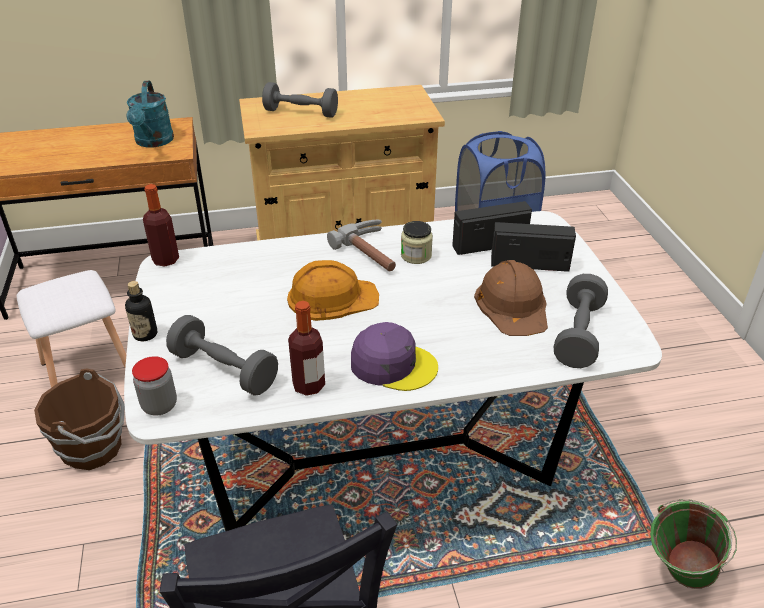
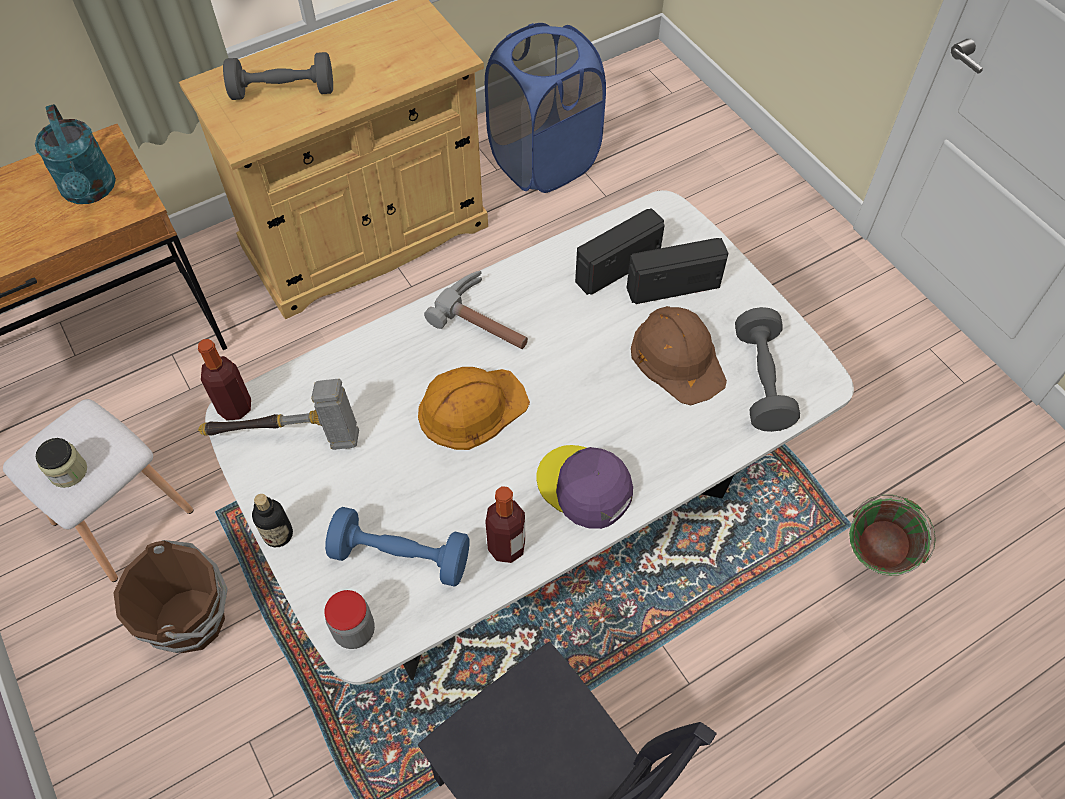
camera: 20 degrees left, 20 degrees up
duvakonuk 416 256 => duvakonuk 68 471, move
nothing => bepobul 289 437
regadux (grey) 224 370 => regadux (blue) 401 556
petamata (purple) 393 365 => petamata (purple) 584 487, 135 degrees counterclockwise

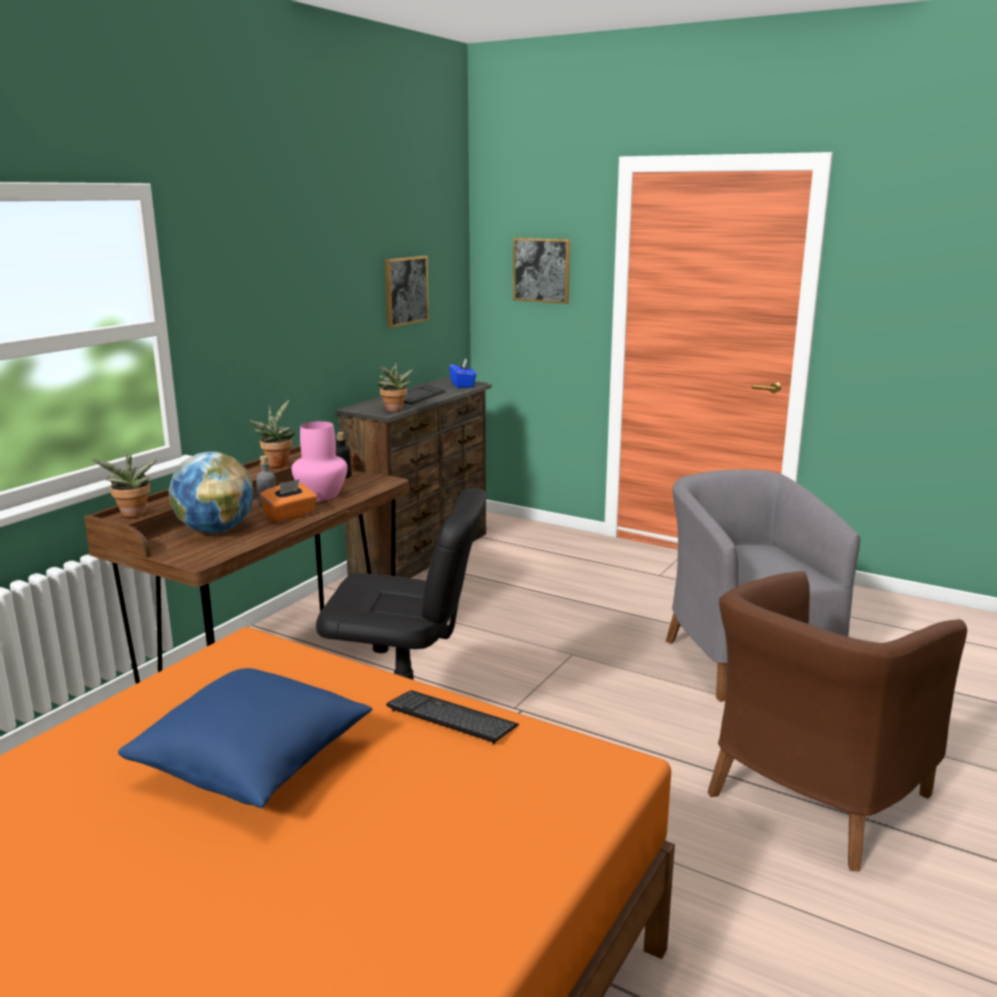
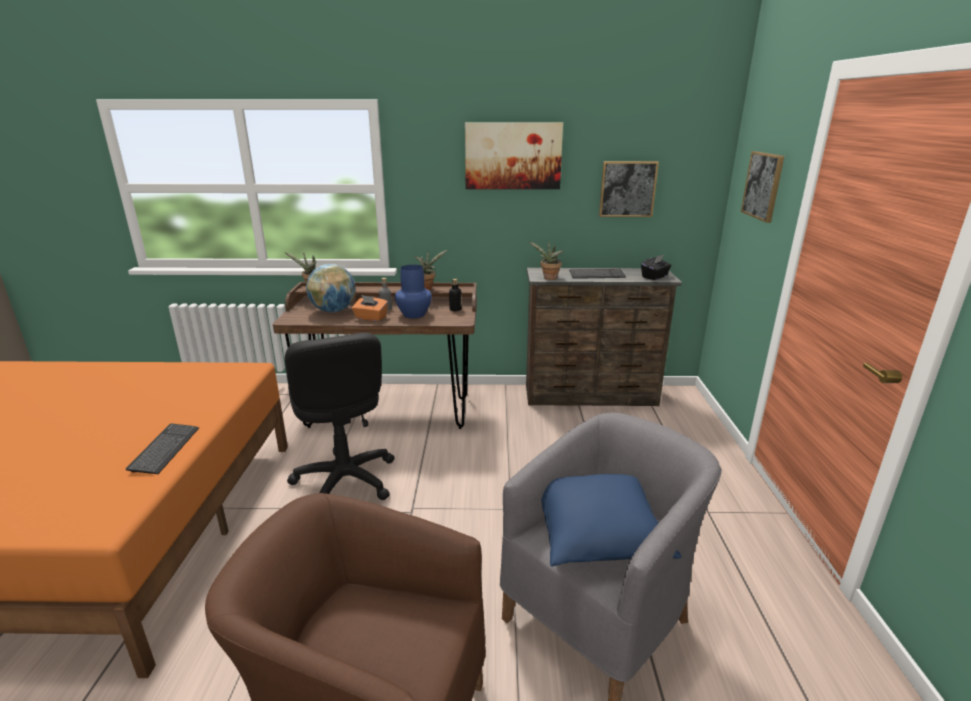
camera: 60 degrees right, 5 degrees up
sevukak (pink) 322 495 => sevukak (blue) 414 315
nothing => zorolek 513 156
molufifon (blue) 254 763 => molufifon (blue) 598 537, move
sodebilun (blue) 463 385 => sodebilun (black) 655 277

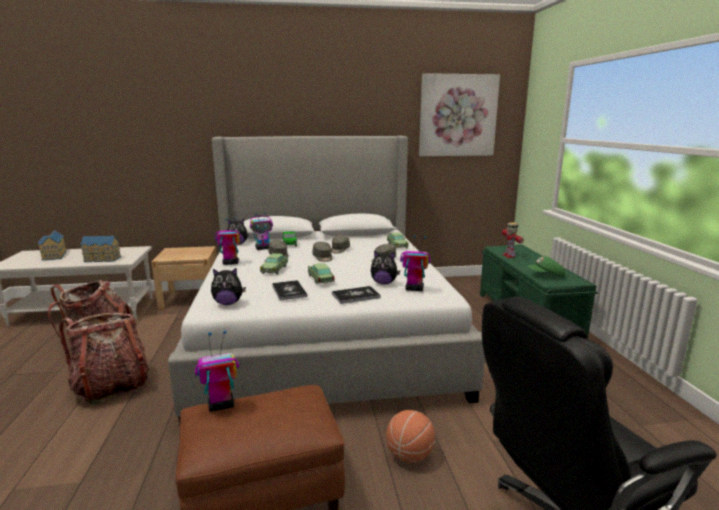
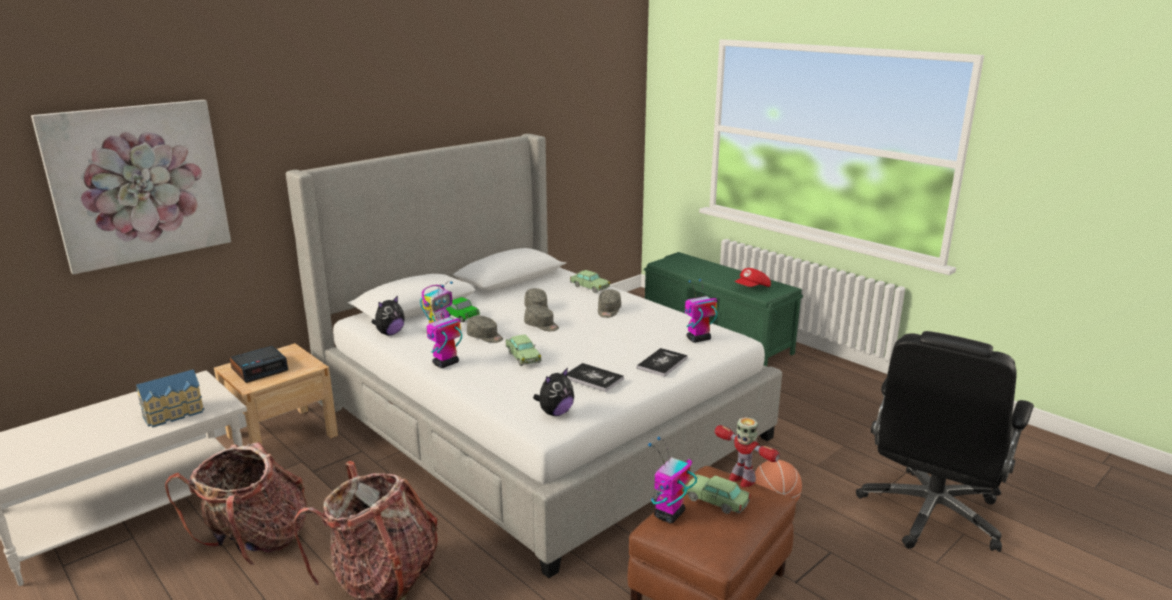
camera: 35 degrees left, 5 degrees up
zorolek 458 115 => zorolek 139 183, move
nothing => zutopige 260 369
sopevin 320 279 => sopevin 716 501, move
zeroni 509 256 => zeroni 741 479, move
petamata (green) 546 276 => petamata (red) 752 288
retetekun 53 256 => nothing
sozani 384 283 => nothing

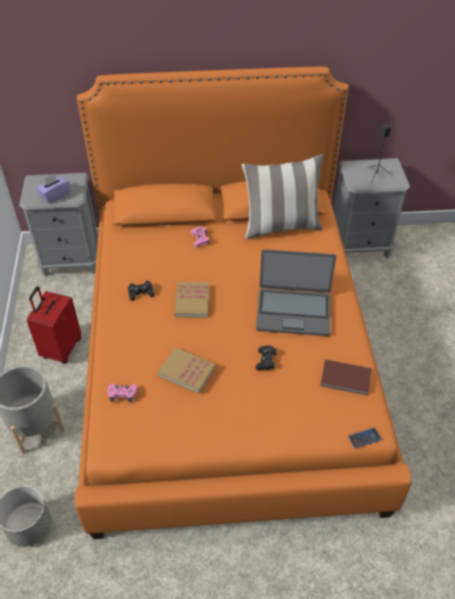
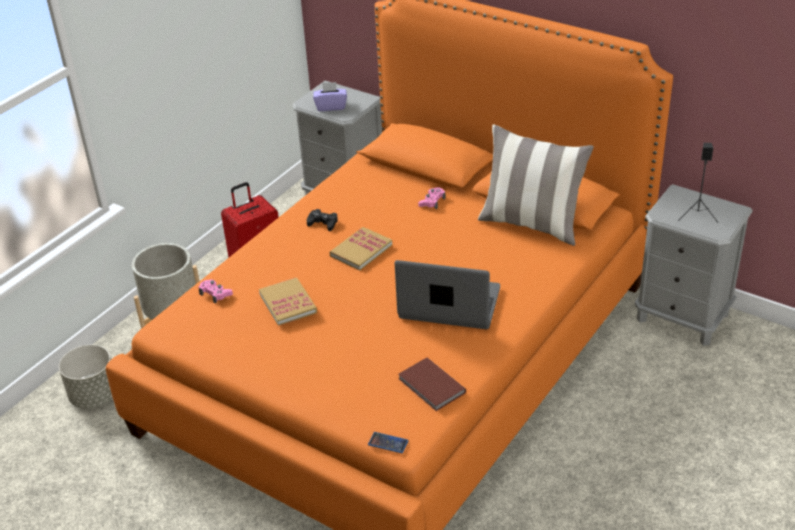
camera: 40 degrees right, 10 degrees down
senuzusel 293 311 => senuzusel 449 304, 150 degrees clockwise
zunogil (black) 266 360 => nothing

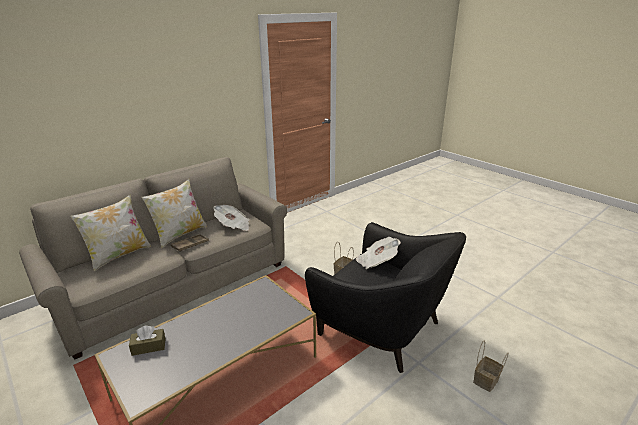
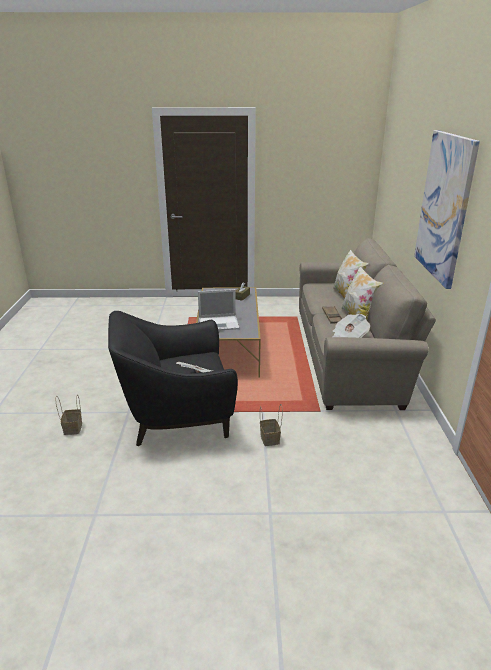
camera: 130 degrees right, 0 degrees up
nothing => senuzusel 219 323
nothing => zorolek 444 207

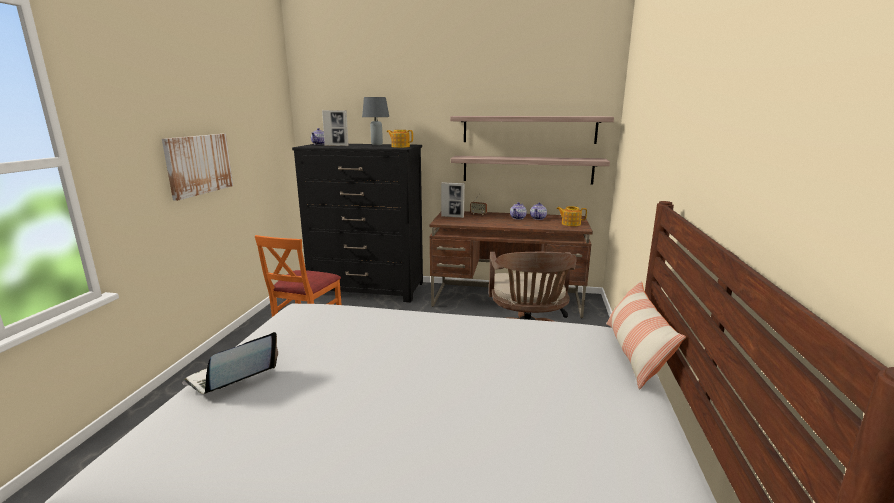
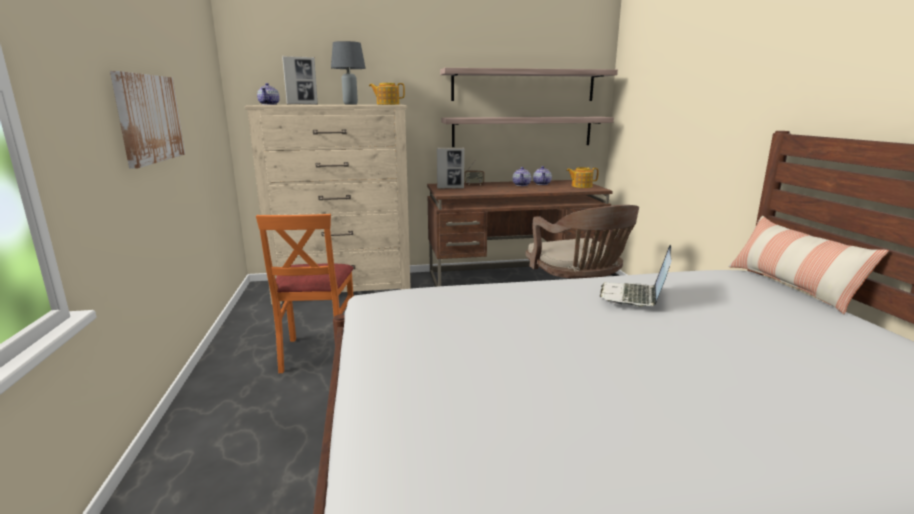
camera: 20 degrees left, 0 degrees up
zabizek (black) 367 289 => zabizek (beige) 344 288
senuzusel 232 378 => senuzusel 634 297, move

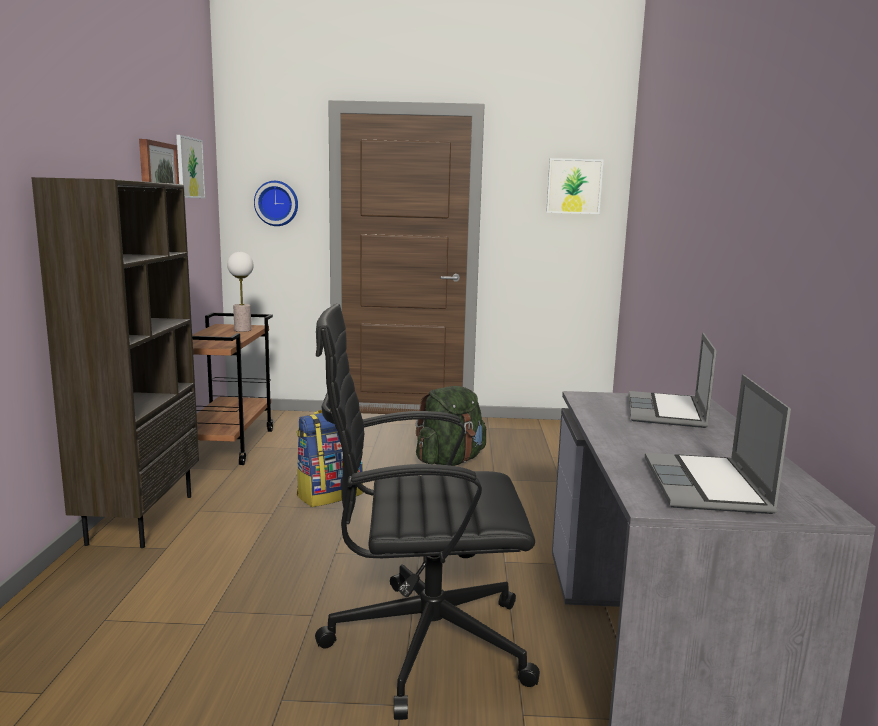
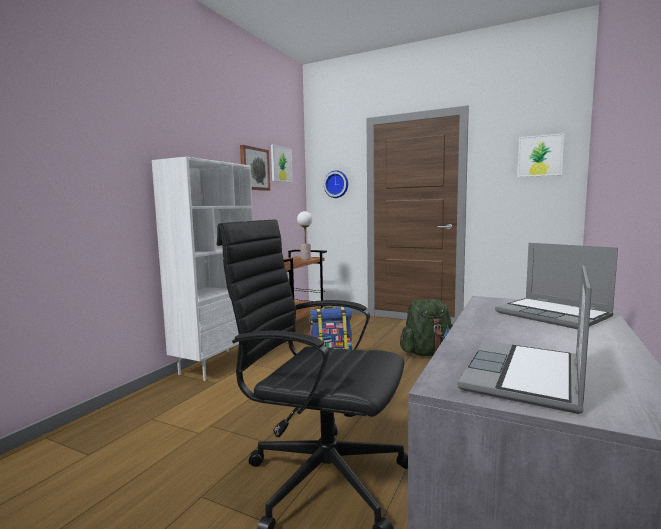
camera: 25 degrees right, 5 degrees down
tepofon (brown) 140 518 => tepofon (white) 216 364
senuzusel 667 412 => senuzusel 554 315, 75 degrees counterclockwise

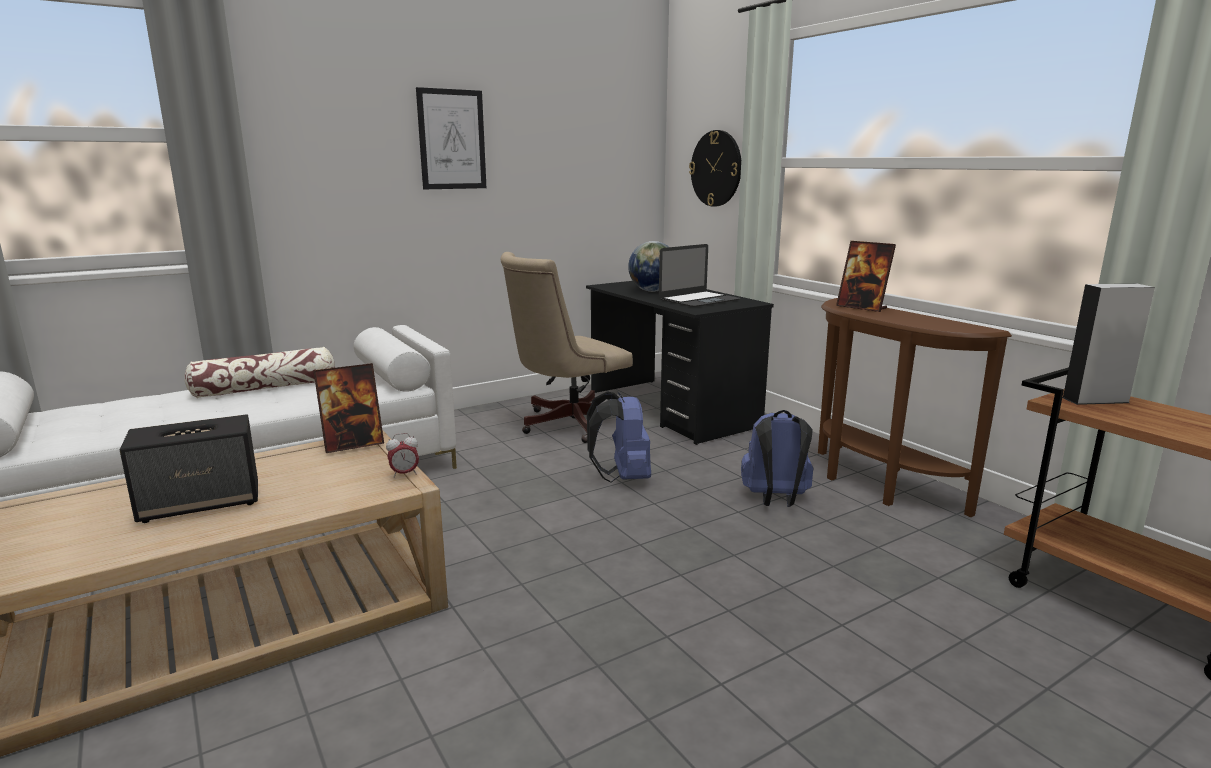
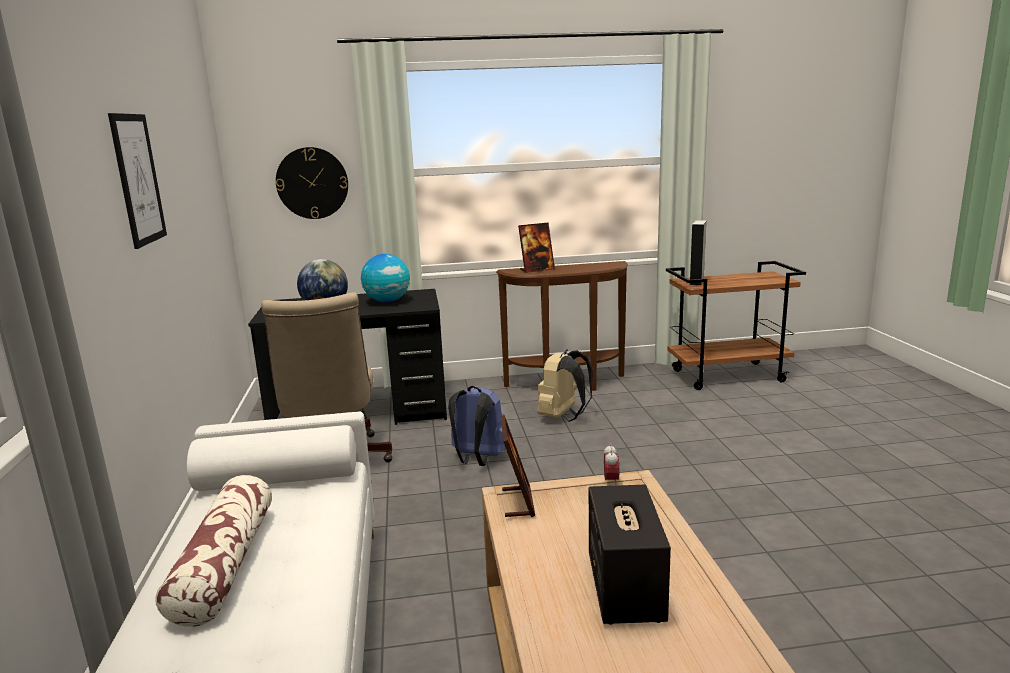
camera: 65 degrees left, 0 degrees up
senuzusel 699 299 => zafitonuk 387 301
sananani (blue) 775 500 => sananani (beige) 563 417

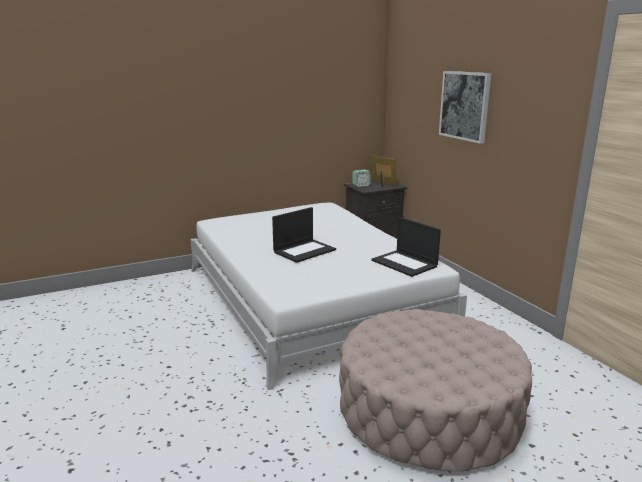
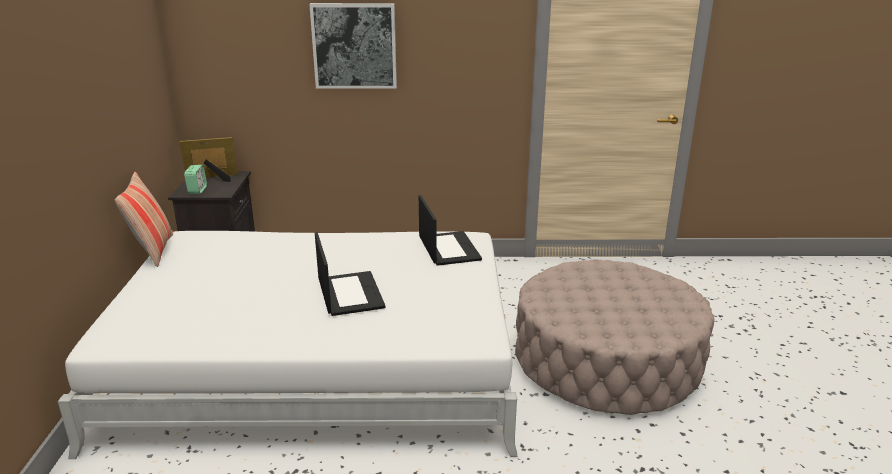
camera: 65 degrees left, 5 degrees up
nothing => molufifon 153 250
senuzusel 405 263 => senuzusel 448 248, 90 degrees counterclockwise

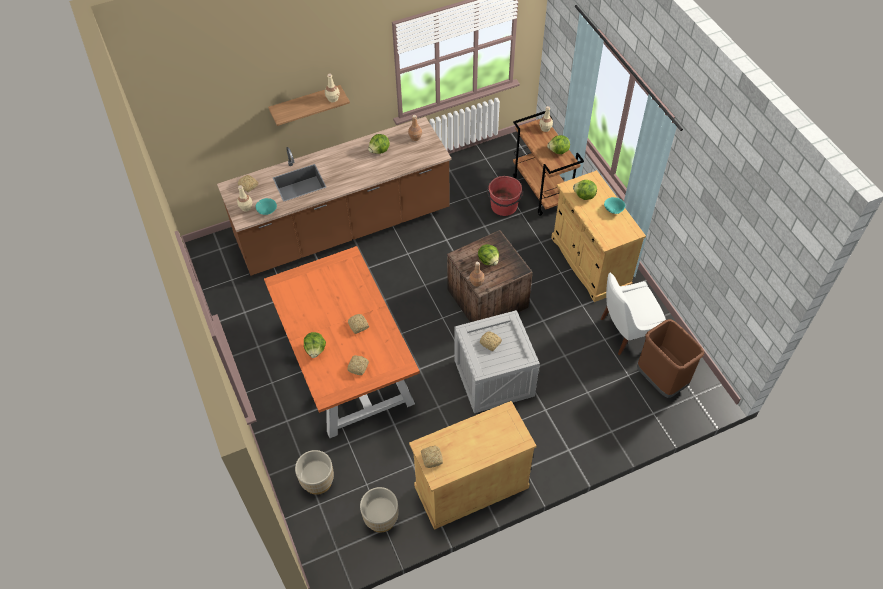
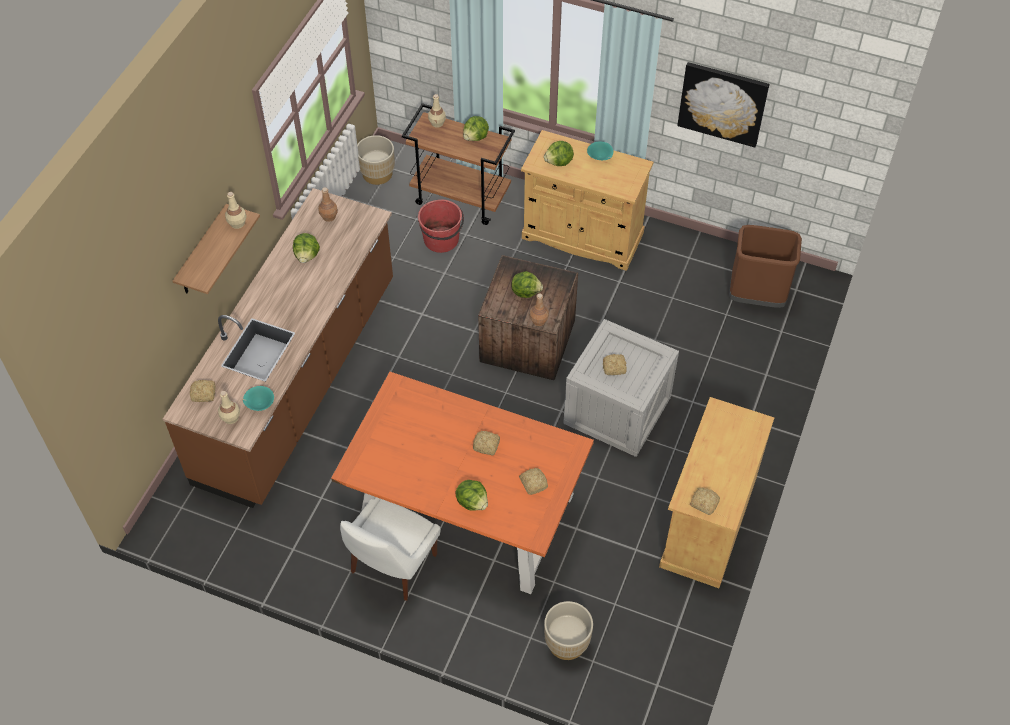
camera: 45 degrees left, 0 degrees up
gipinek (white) 626 332 => gipinek (white) 391 566, move
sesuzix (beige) 381 518 => sesuzix (beige) 377 174, move
nothing => zorolek 722 103

